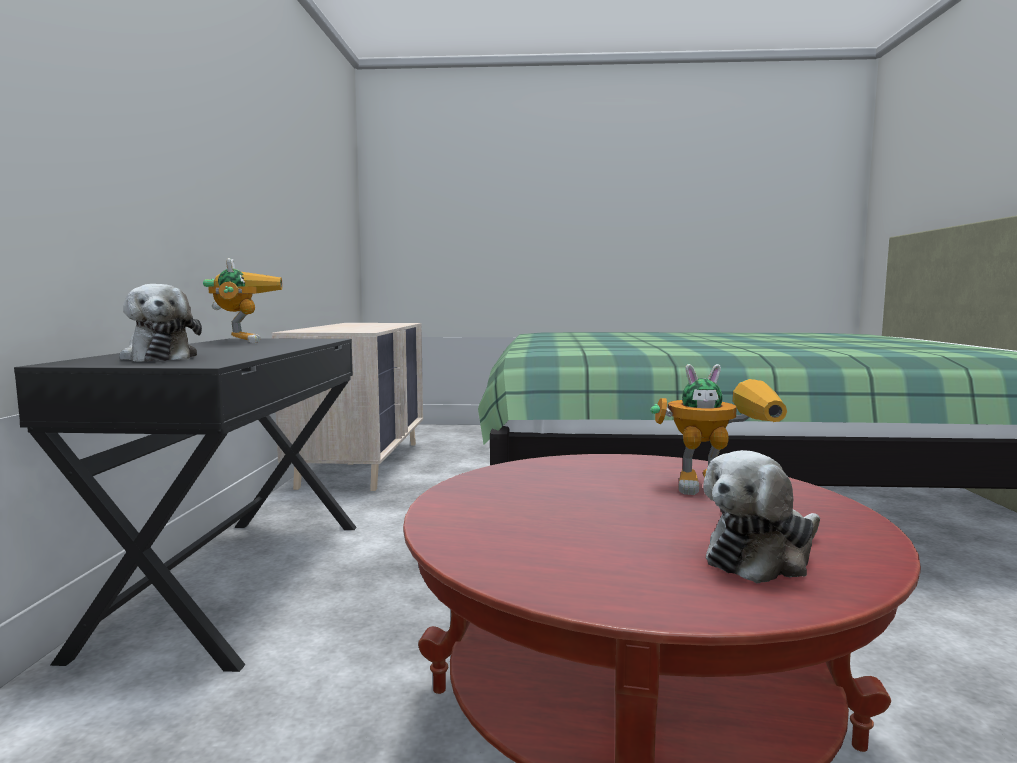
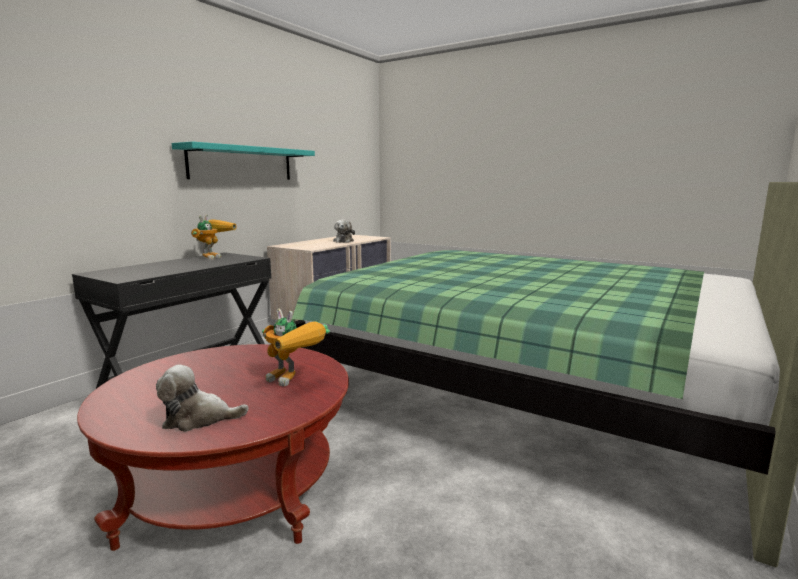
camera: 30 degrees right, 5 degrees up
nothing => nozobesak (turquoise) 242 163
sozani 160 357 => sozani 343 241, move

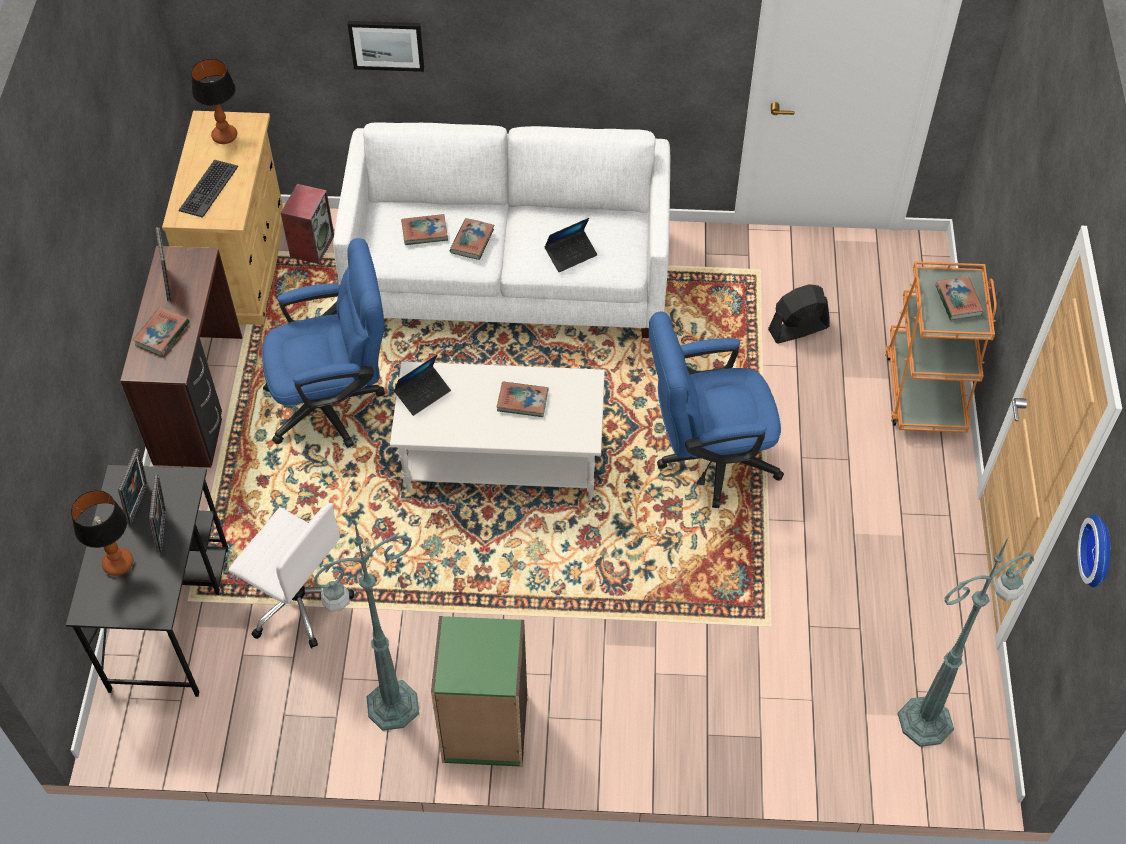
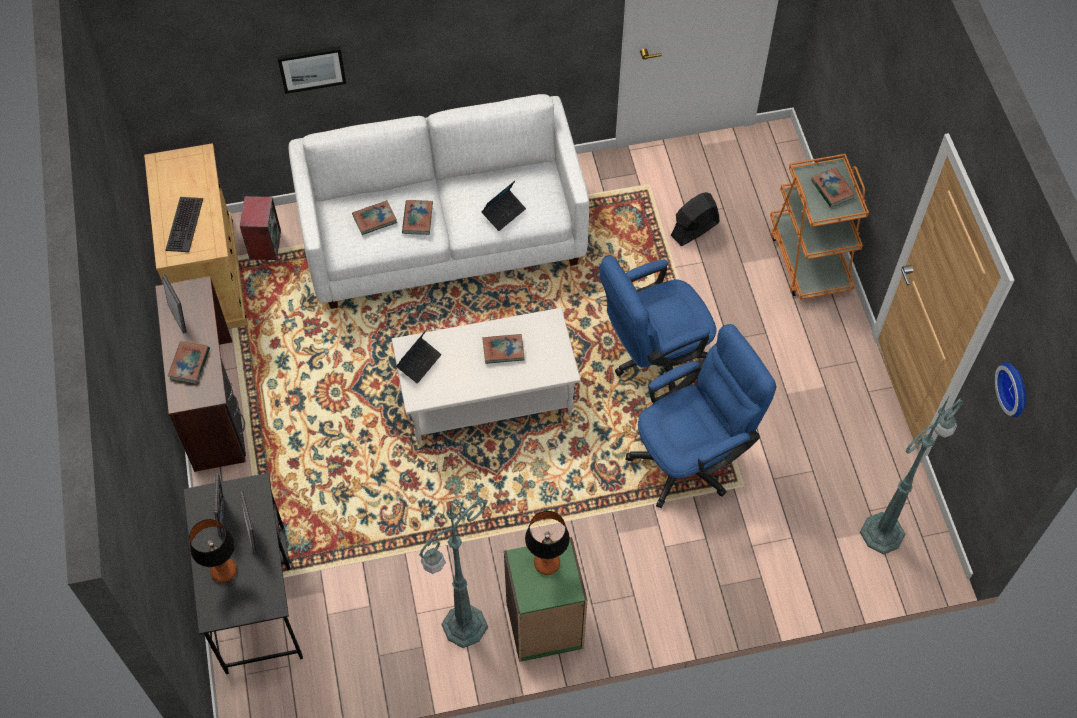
camera: 15 degrees left, 5 degrees up
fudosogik 225 136 => fudosogik 547 563, move
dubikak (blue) 335 403 => dubikak (blue) 692 458, move
dubikak (white) 298 601 => nothing

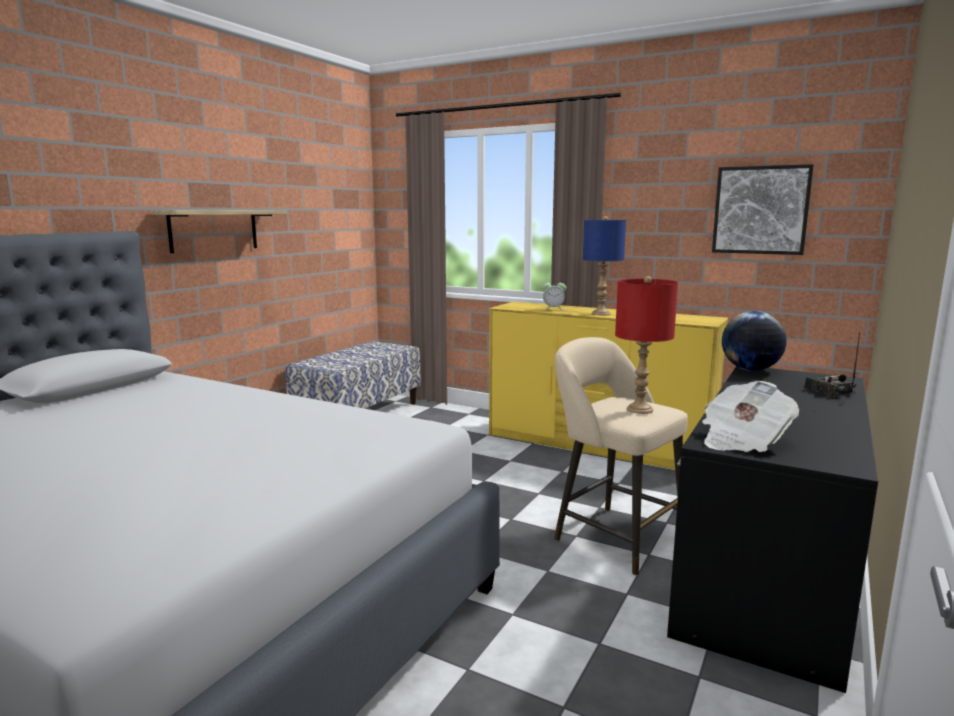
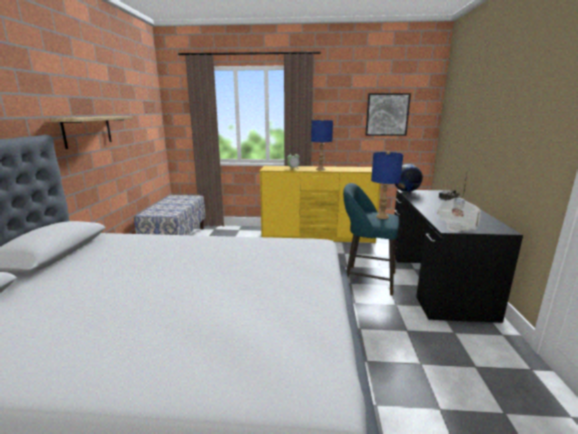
camera: 25 degrees left, 5 degrees up
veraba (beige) 613 536 => veraba (turquoise) 366 279
fudosogik (red) 640 409 => fudosogik (blue) 382 217

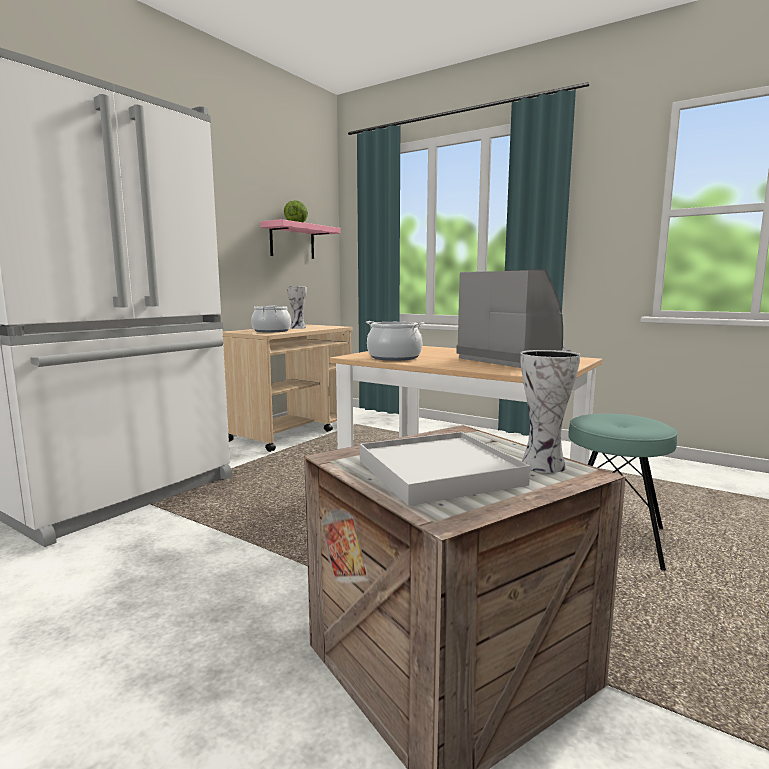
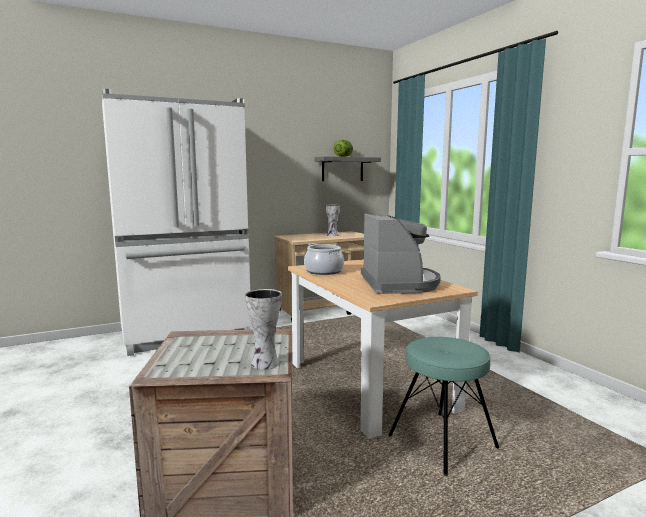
camera: 30 degrees right, 0 degrees up
nozobesak (pink) 292 241 => nozobesak (grey) 342 169
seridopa 271 331 => nothing
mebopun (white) 439 472 => nothing

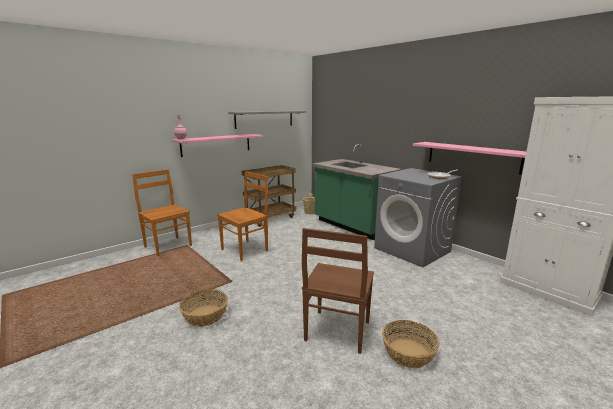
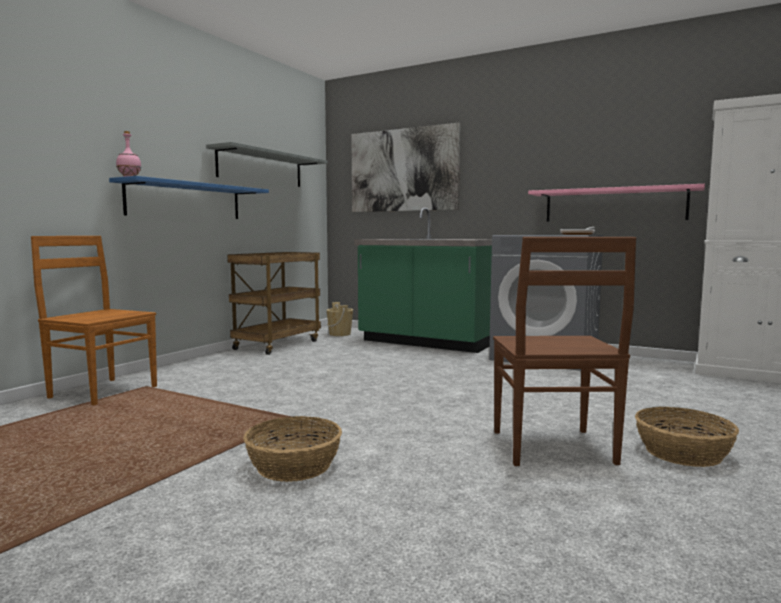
camera: 20 degrees left, 10 degrees down
nozobesak (pink) 216 144 => nozobesak (blue) 186 201
nothing => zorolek 403 170
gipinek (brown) 245 250 => nothing

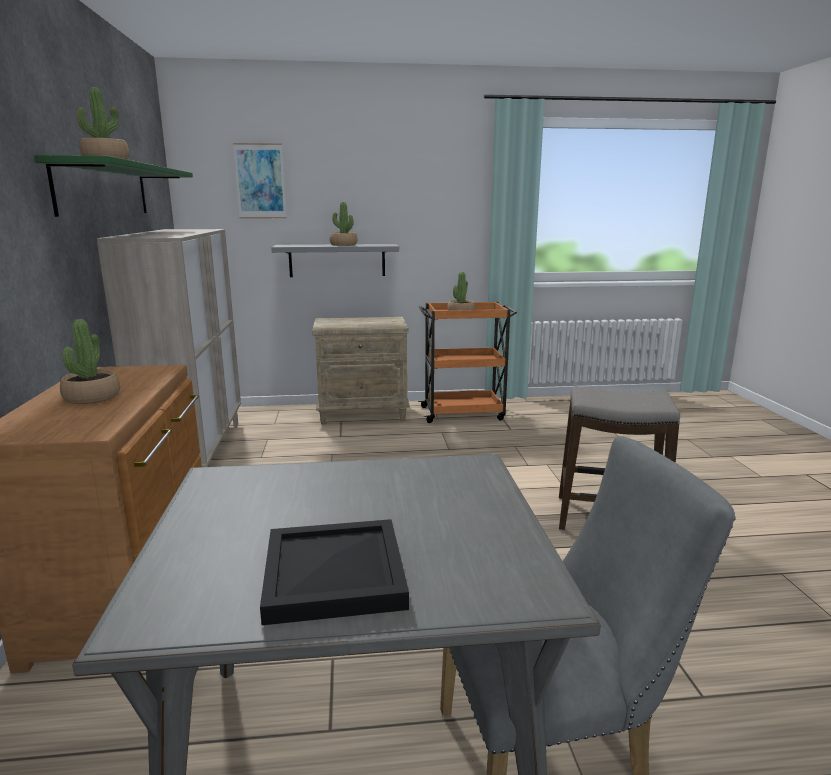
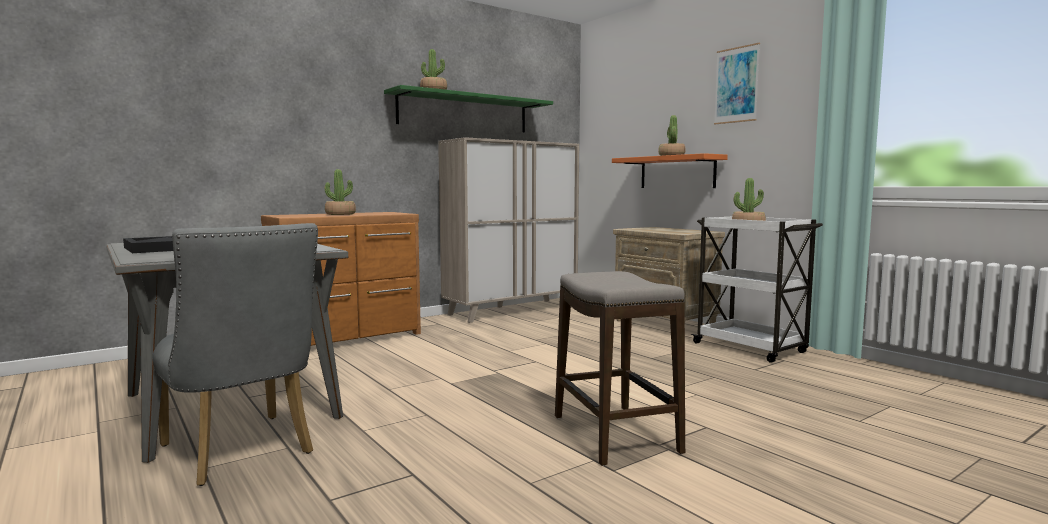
camera: 60 degrees right, 10 degrees down
nozobesak (grey) 337 260 => nozobesak (orange) 677 172
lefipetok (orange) 464 413 => lefipetok (white) 751 348
zorolek 260 181 => zorolek 736 85, move

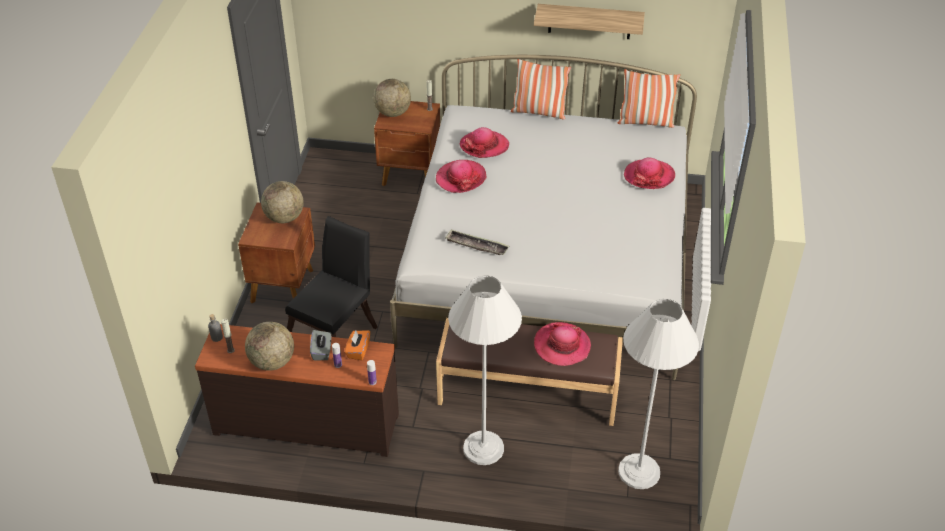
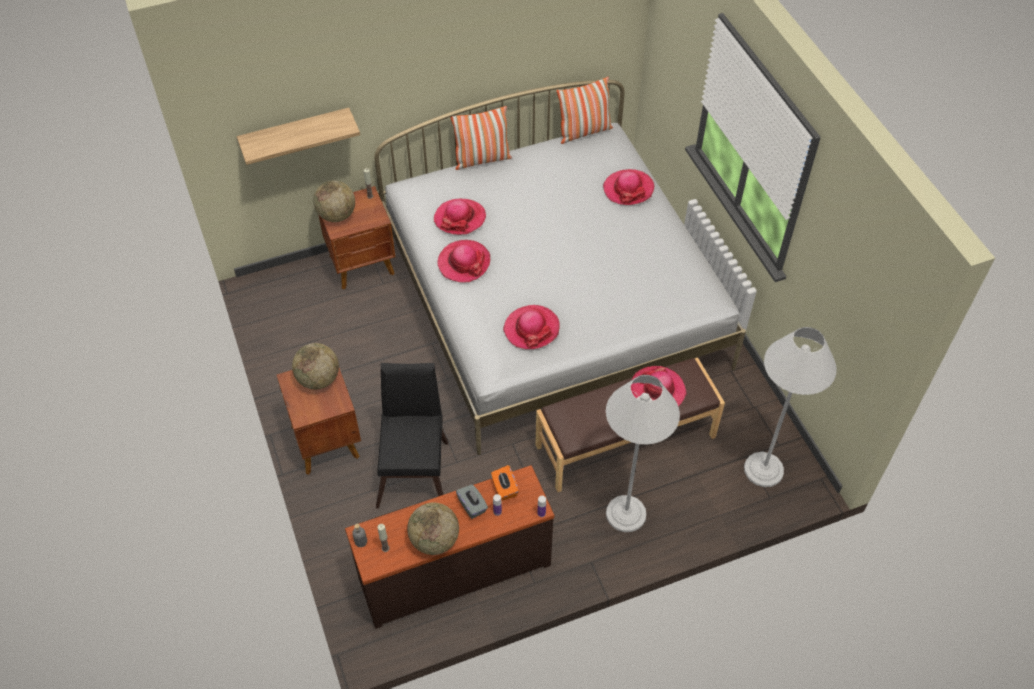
camera: 30 degrees left, 10 degrees up
nozobesak 589 21 => nozobesak 296 134, move
mebopun 477 245 => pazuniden 531 328

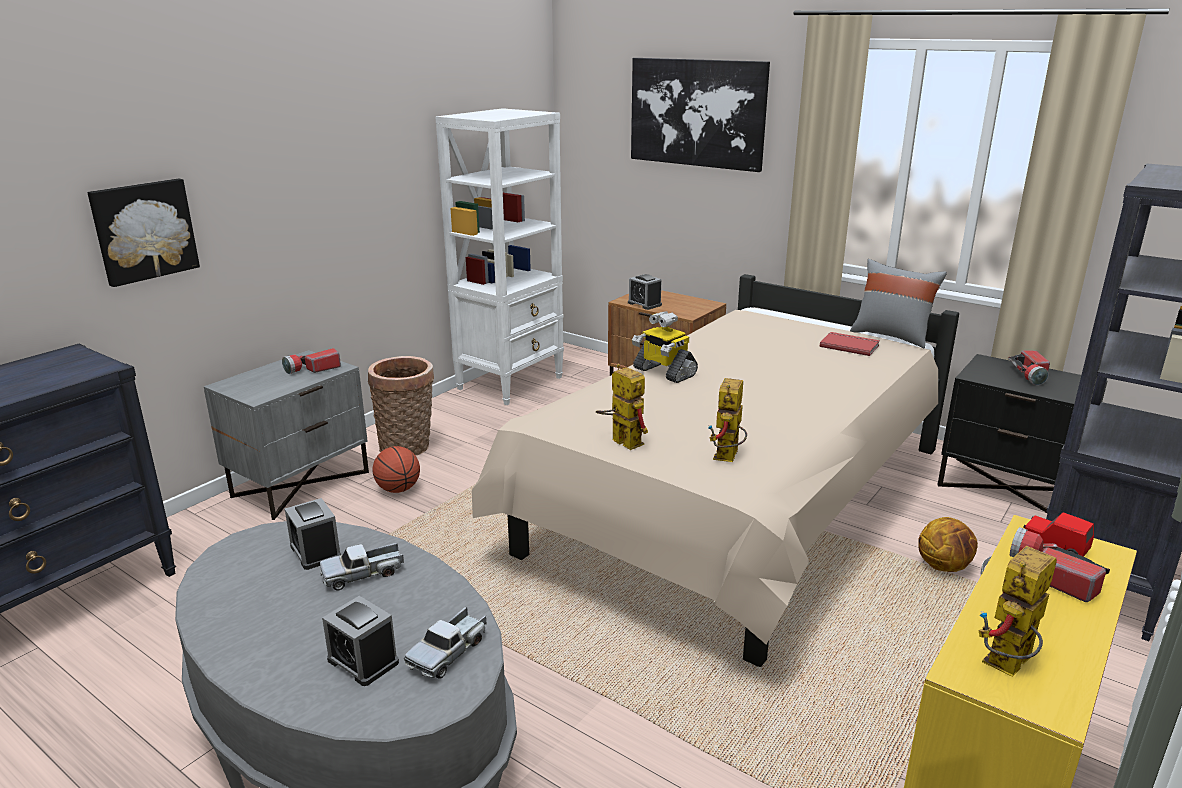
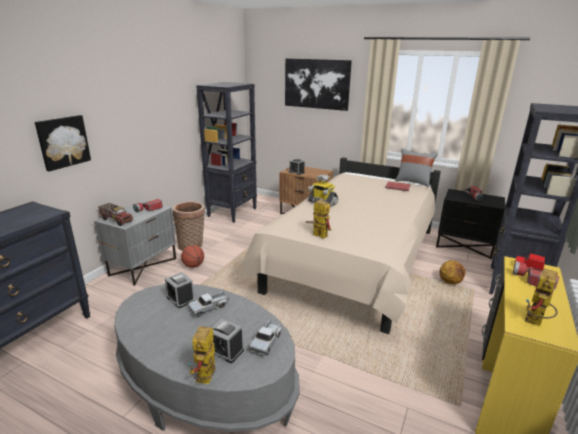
camera: 10 degrees left, 0 degrees up
nothing => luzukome 117 220
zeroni 727 458 => zeroni 206 380, move
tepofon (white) 511 383 => tepofon (black) 232 212

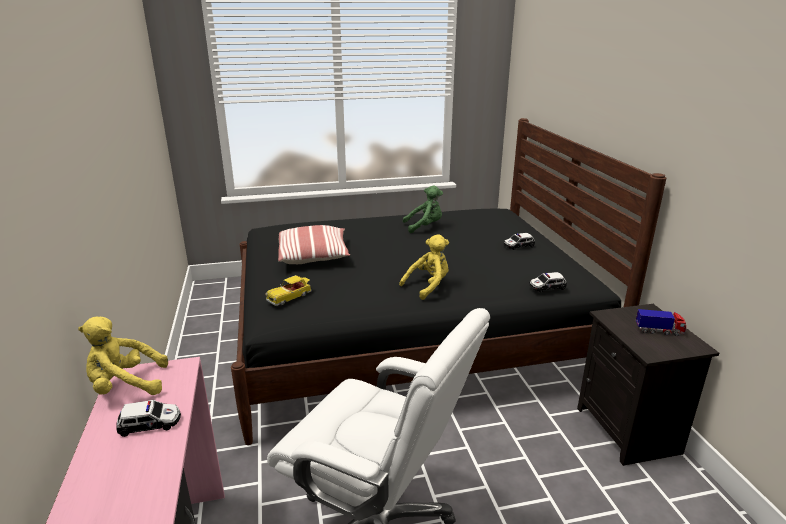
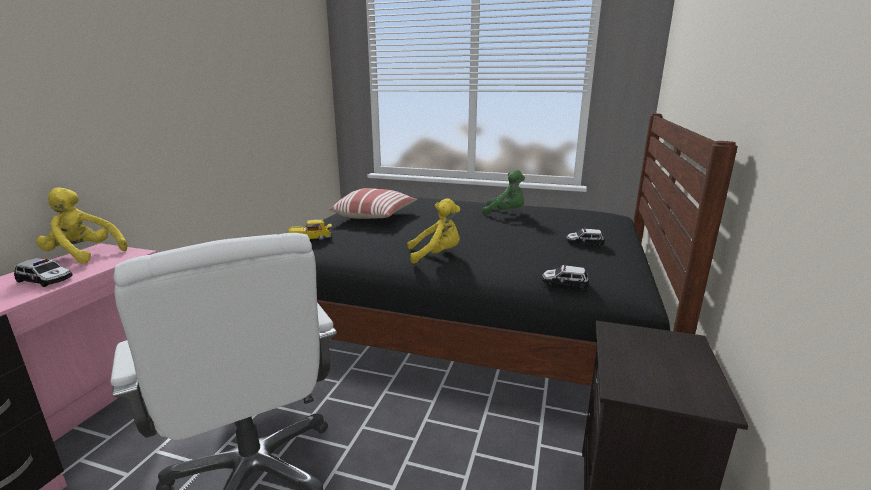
camera: 30 degrees right, 5 degrees down
luzukome 659 331 => nothing

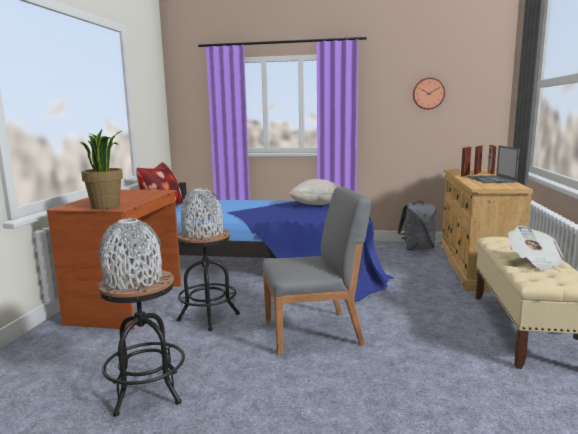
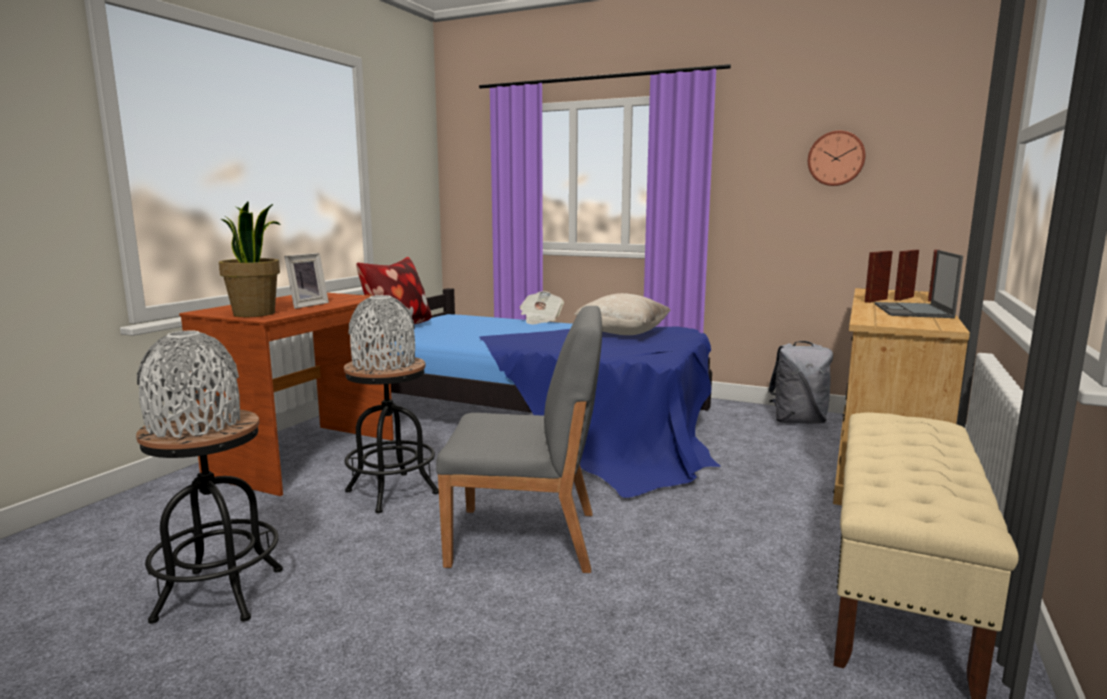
camera: 15 degrees right, 0 degrees up
nothing => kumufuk 306 305
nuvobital 534 261 => nuvobital 540 320, move

